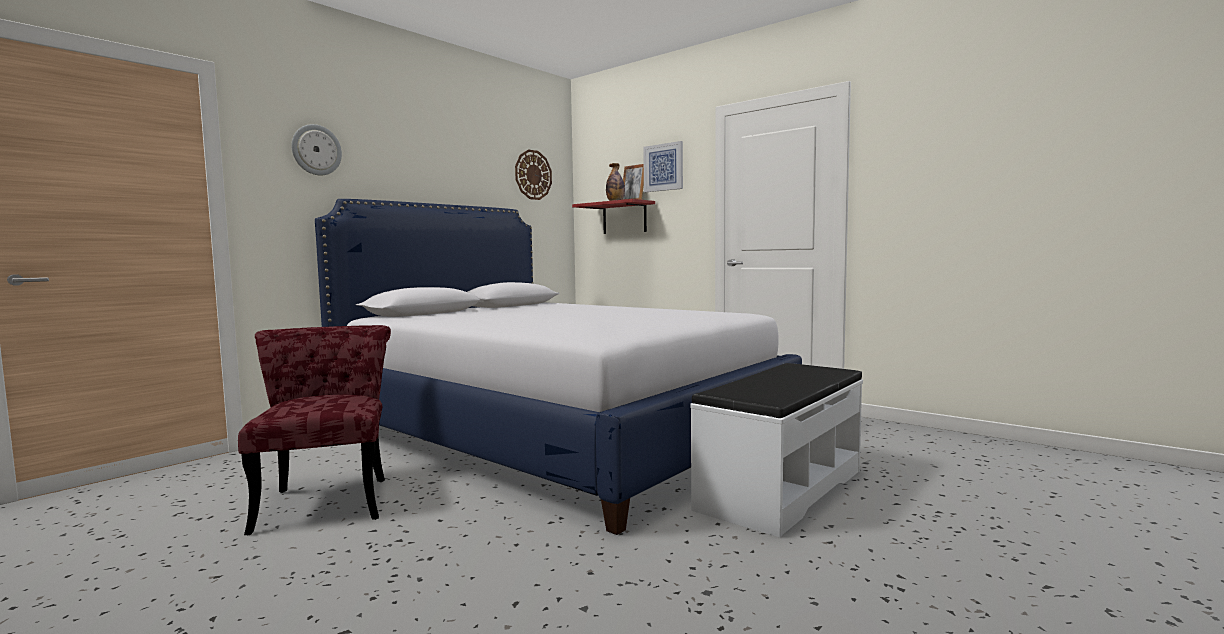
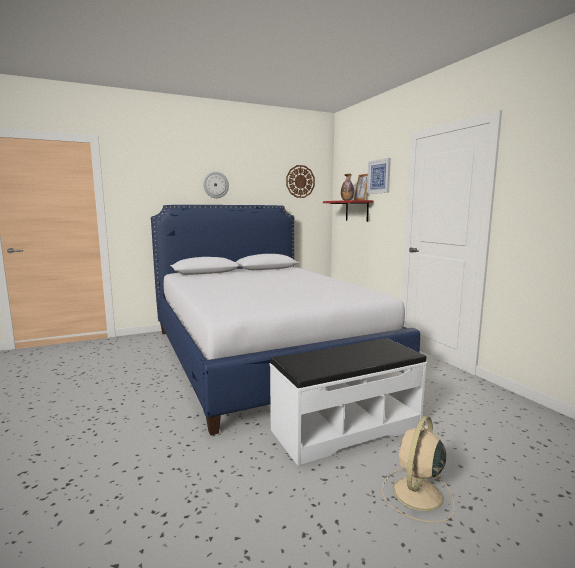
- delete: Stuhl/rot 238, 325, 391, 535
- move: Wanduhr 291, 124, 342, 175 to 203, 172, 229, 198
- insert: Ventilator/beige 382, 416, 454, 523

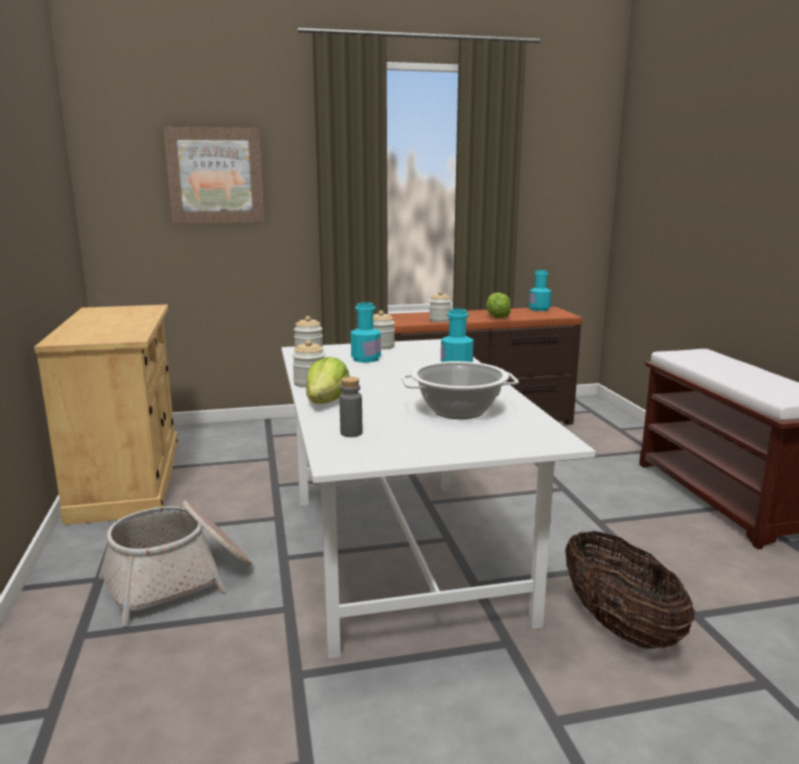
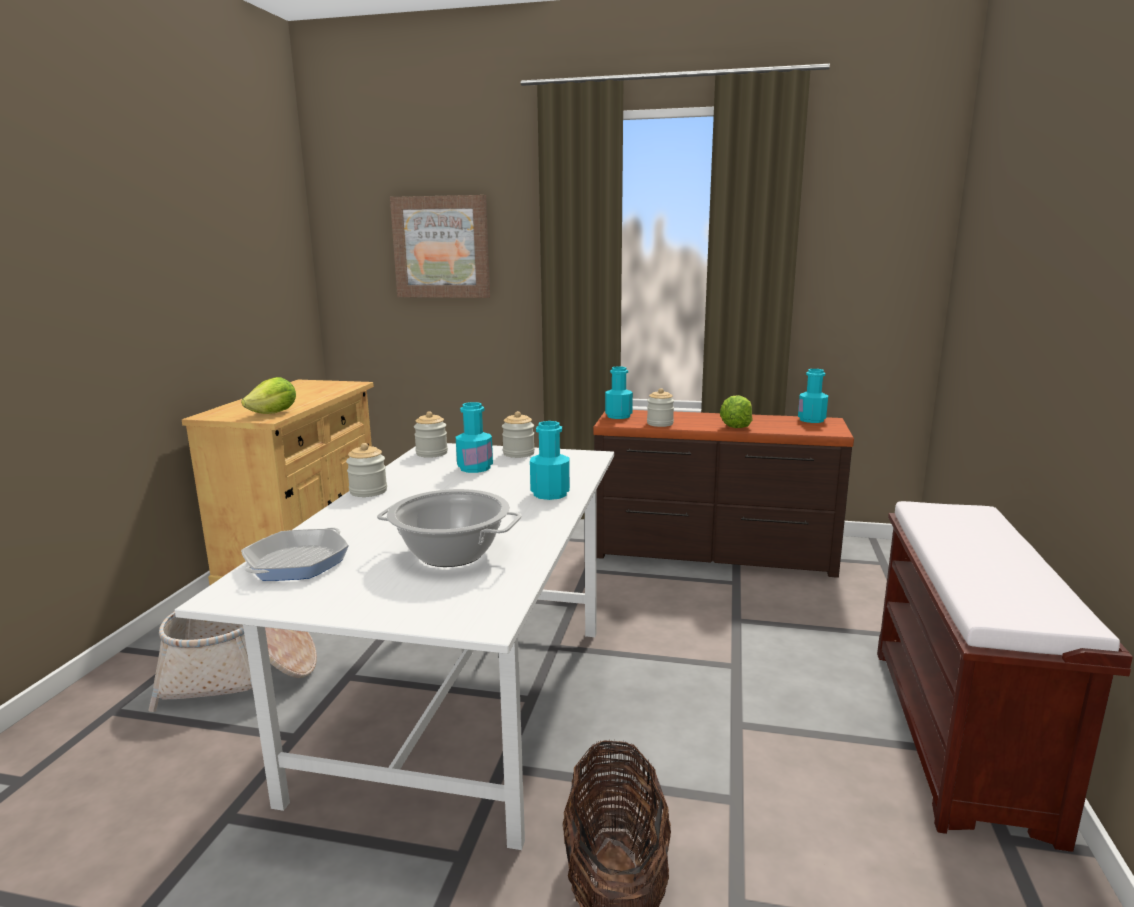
- move: Salatkopf 306, 357, 350, 404 to 241, 377, 296, 414
- replace: Flasche/grau 340, 377, 362, 437 to Pfanne 241, 527, 349, 581
- insert: Flasche/türkis 605, 366, 633, 419

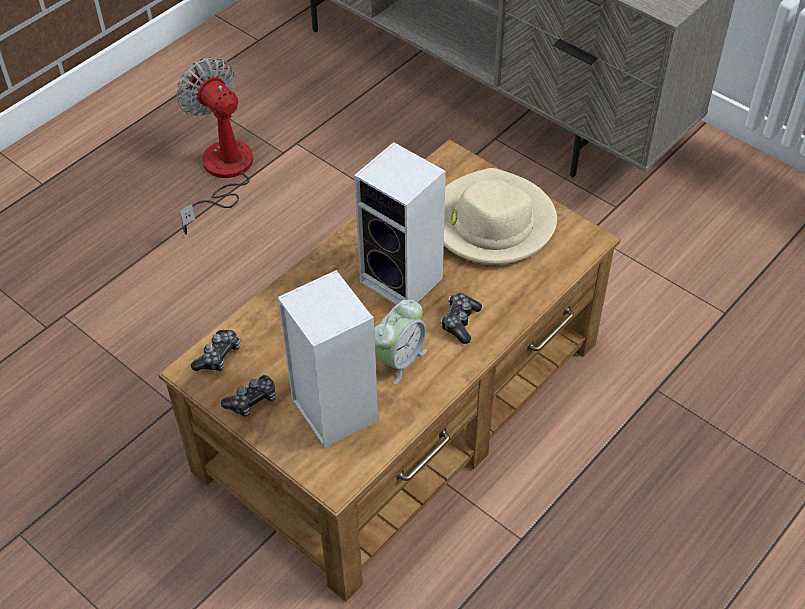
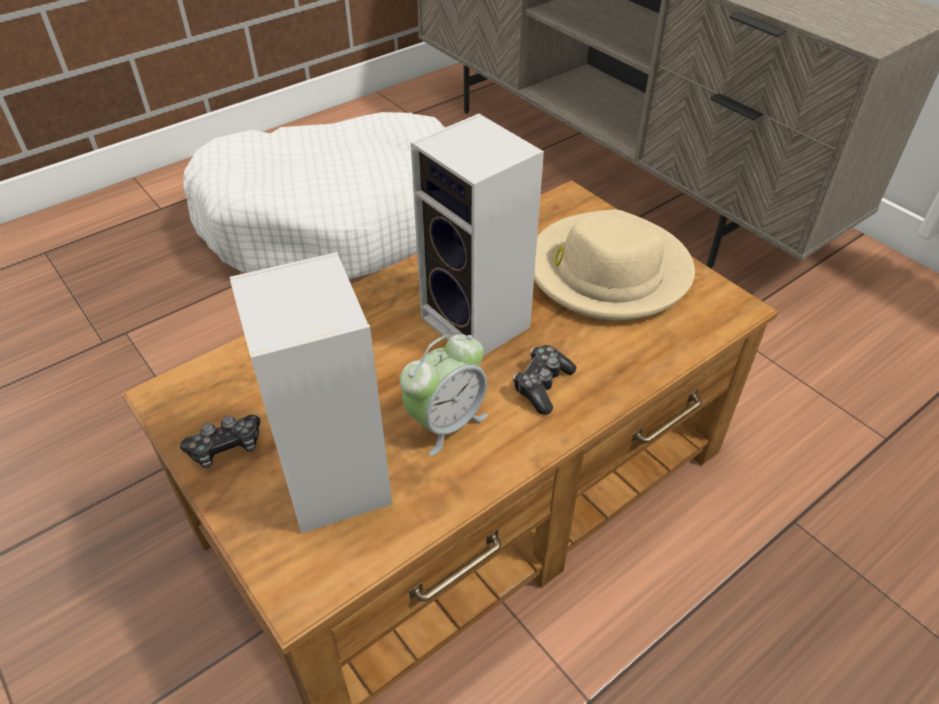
- replace: Ventilator 177, 57, 253, 235 to Hundebett/weiß 183, 112, 446, 279
- delete: Gamepad 191, 330, 240, 371

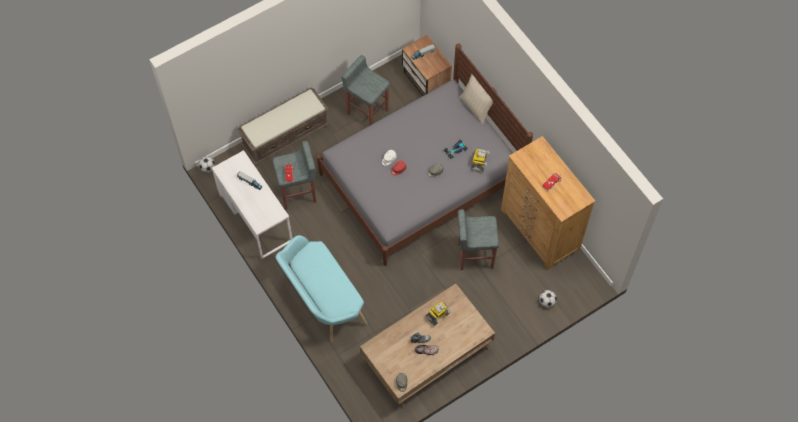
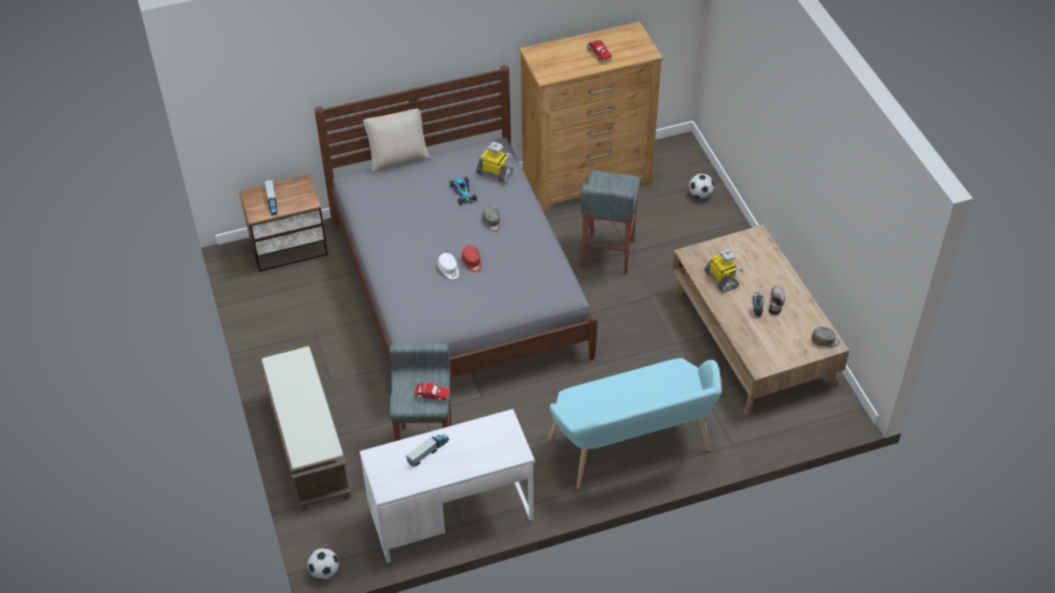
- delete: Hocker/grau 342, 55, 390, 125

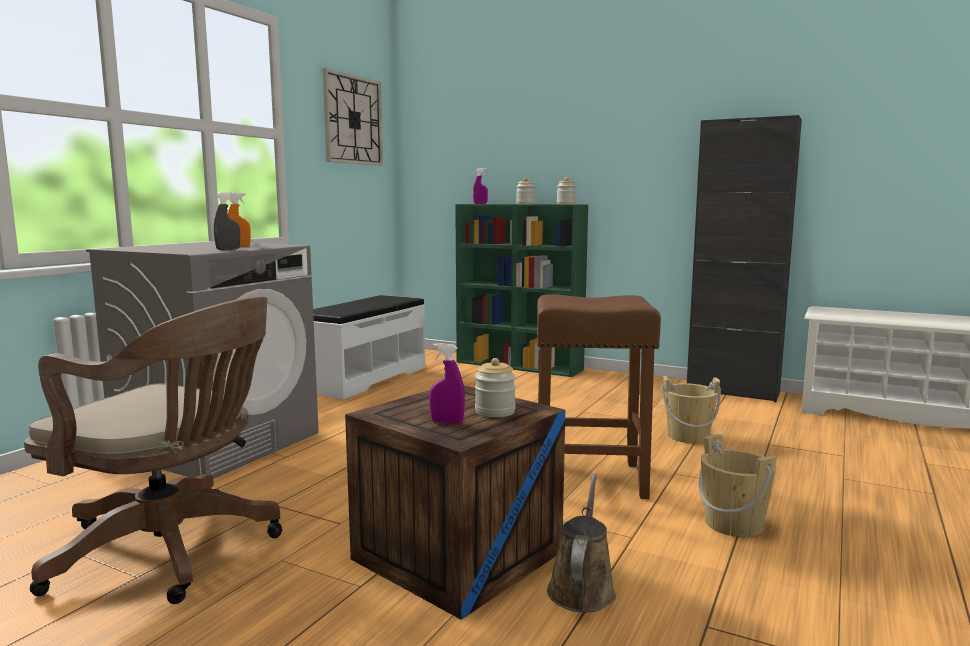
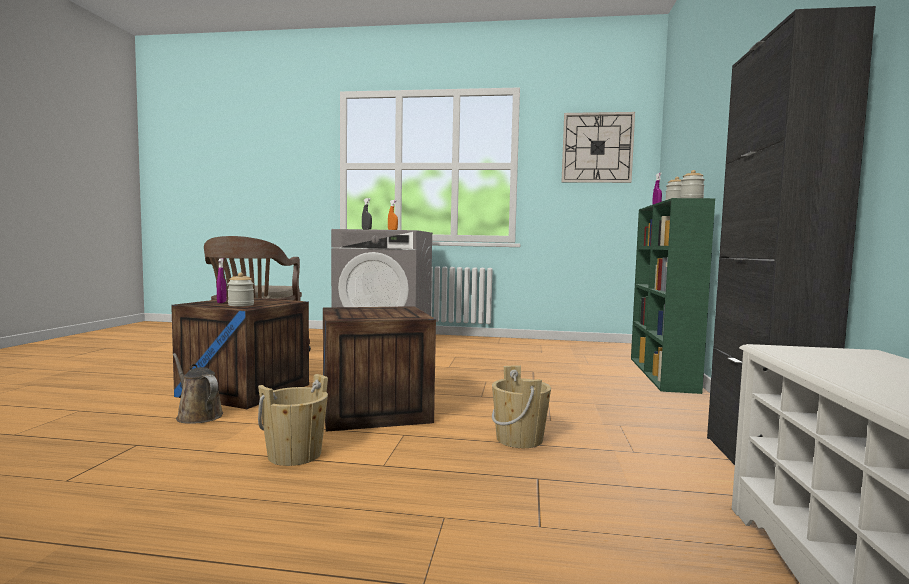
- delete: Bank/weiß 313, 295, 425, 400
- replace: Hocker/braun 537, 295, 661, 499 to Kiste 323, 306, 436, 432
- rotate: Gießkanne/braun 547, 473, 616, 613 = 173, 353, 223, 424 135 degrees counterclockwise

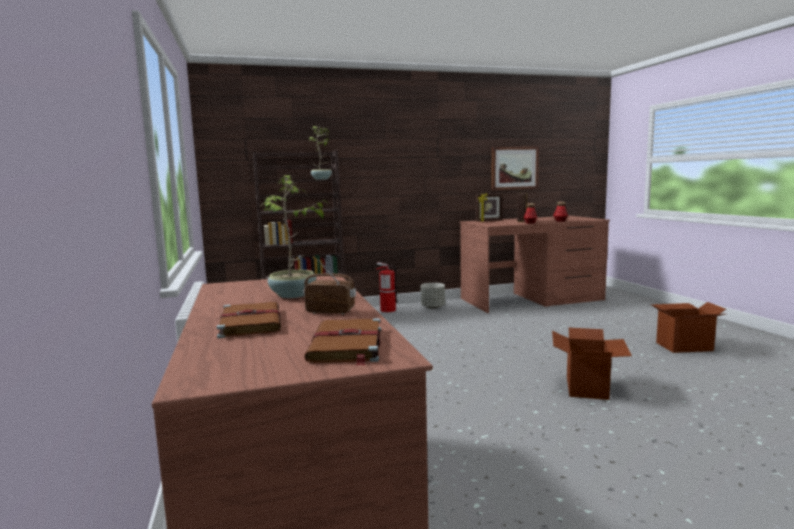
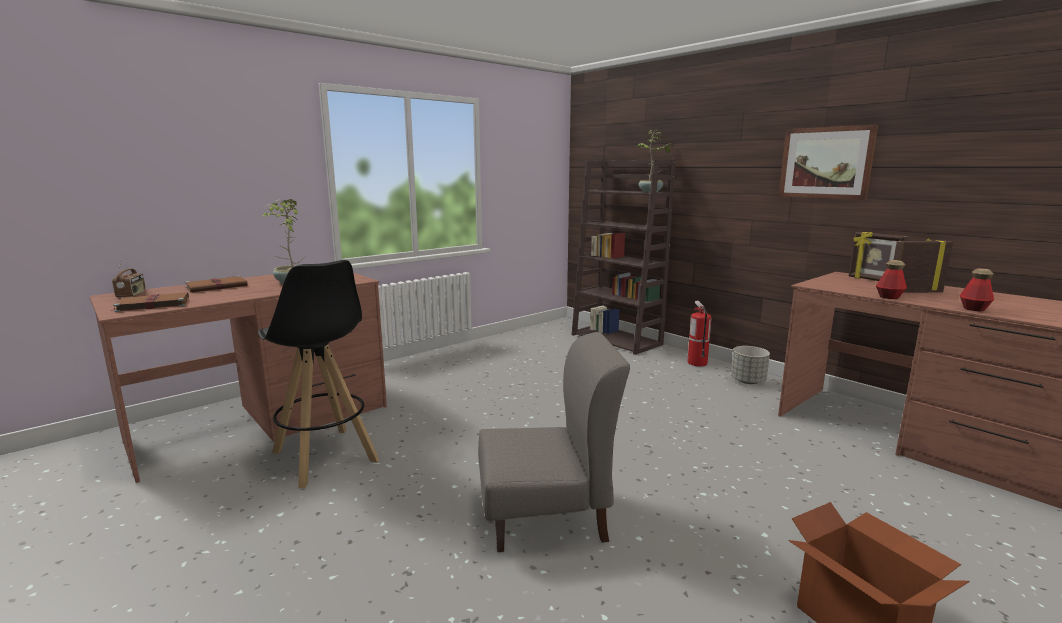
- move: Radio 303, 259, 356, 314 to 112, 258, 146, 298
- move: Bild 491, 147, 539, 190 to 779, 125, 878, 200
- replace: Karton 552, 328, 632, 400 to Stuhl/grau 478, 332, 630, 552
- insert: Hocker/schwarz 258, 260, 379, 488

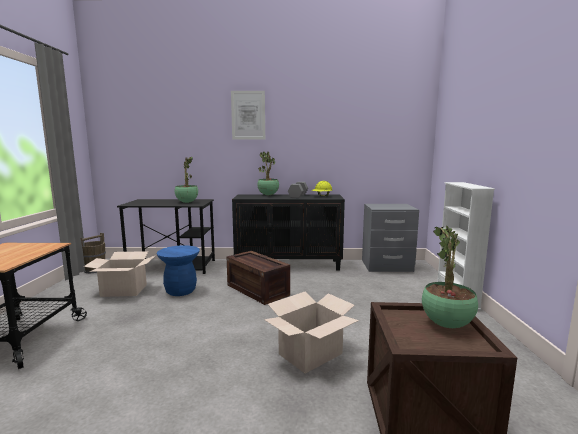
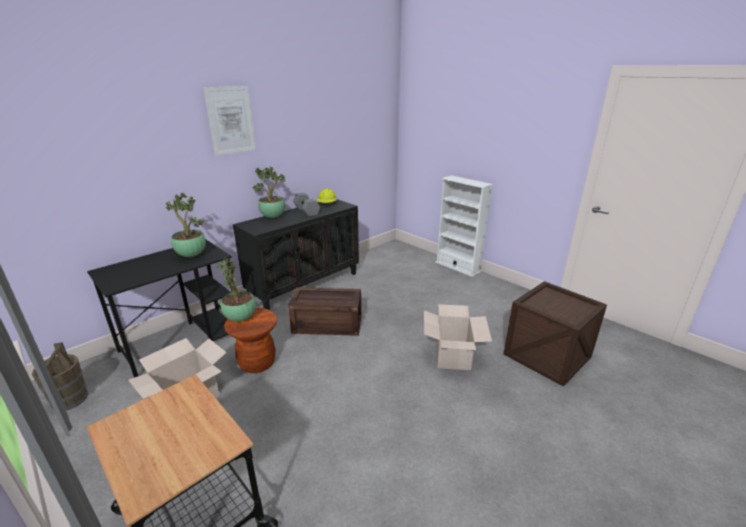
- recolor: Hocker/blau 157, 245, 200, 296 to Hocker/braun 224, 308, 277, 373
- delete: Nachttisch/grau 362, 204, 419, 272
- move: Topfpflanze 422, 225, 478, 328 to 217, 258, 256, 322

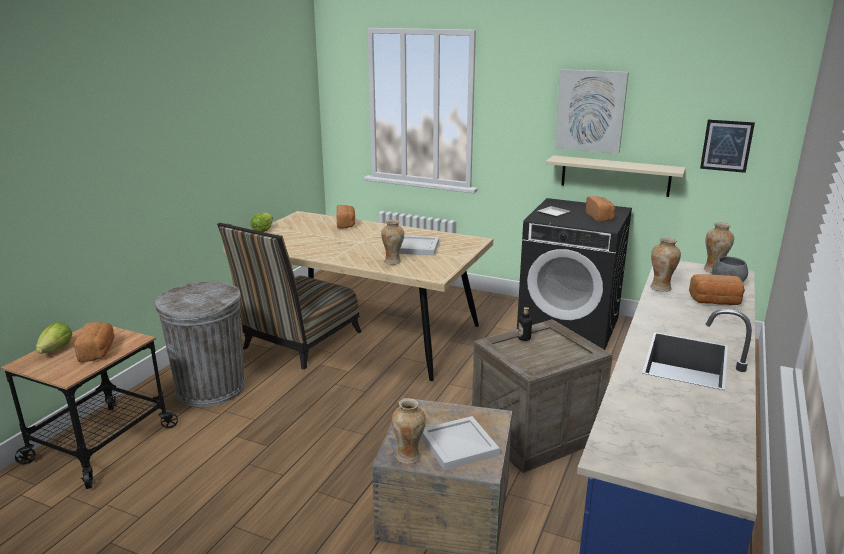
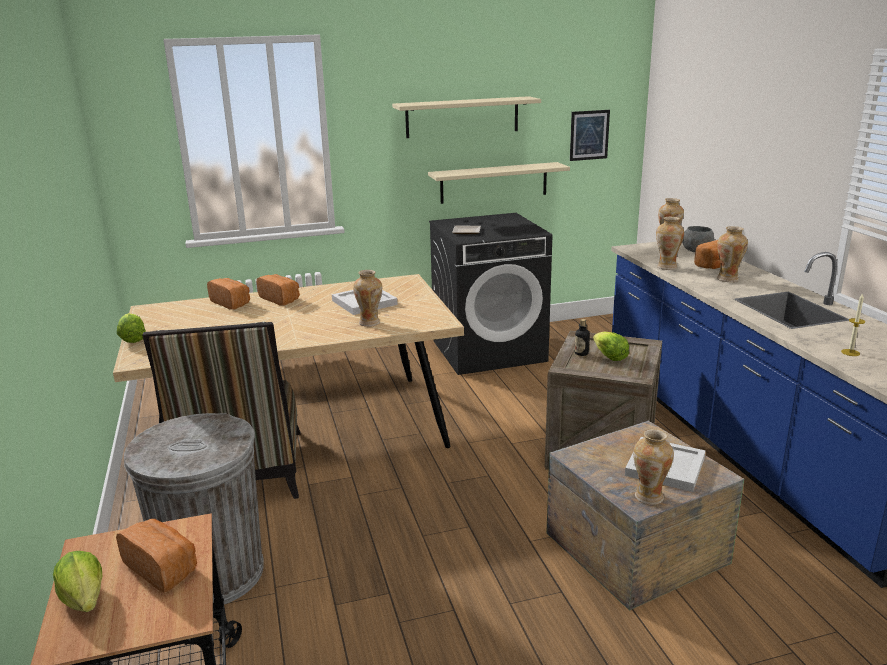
- replace: Bild 554, 69, 629, 154 to Wandregal/beige 392, 96, 541, 138
- move: Brot 586, 196, 616, 222 to 256, 274, 300, 305
- insert: Salatkopf 593, 332, 629, 361
- insert: Vase 717, 226, 748, 282
- insert: Kerze 841, 293, 865, 356

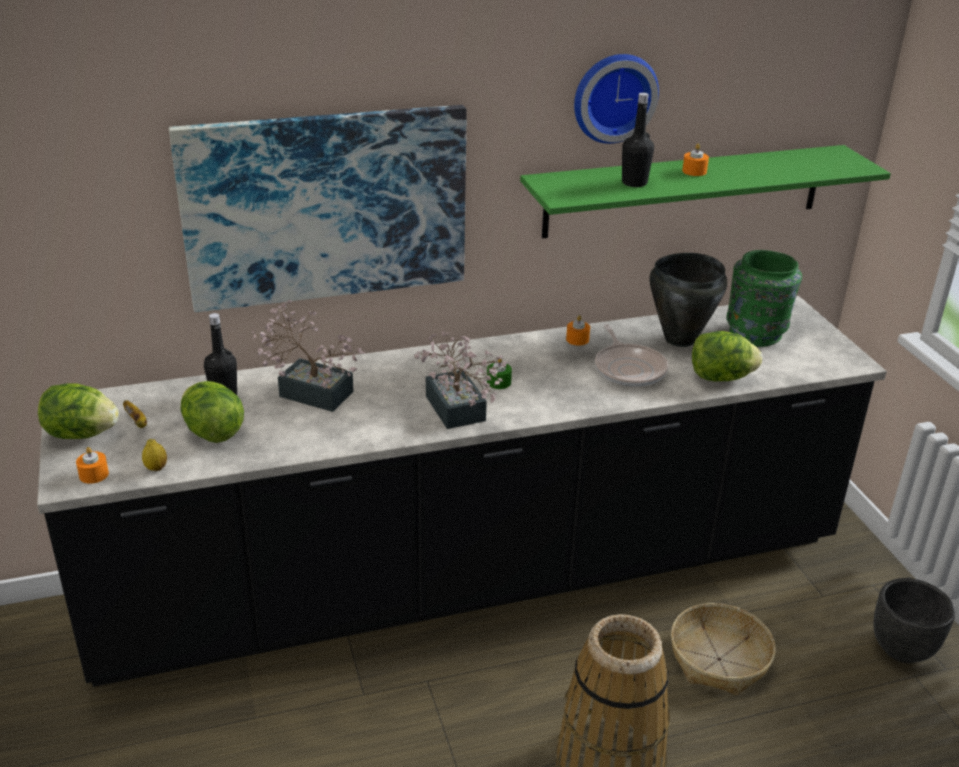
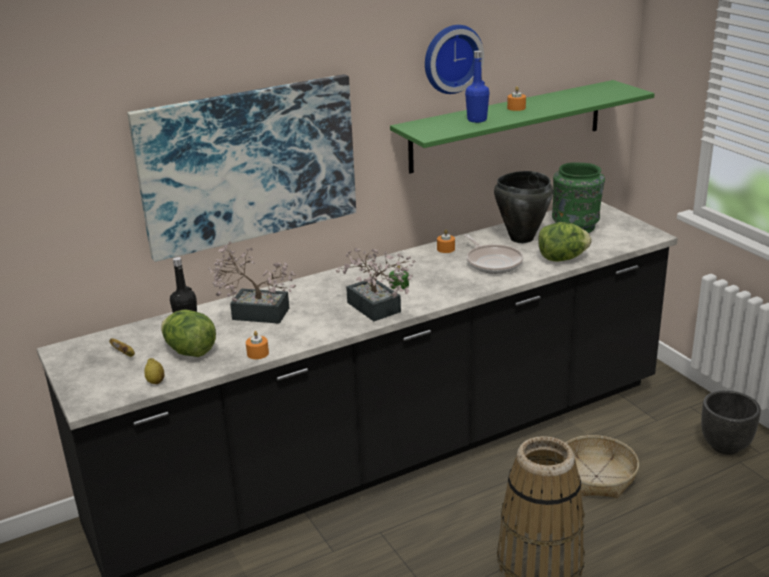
- delete: Salatkopf 38, 383, 119, 439
- move: Kerze/orange 76, 447, 109, 484 to 246, 331, 269, 359
- recolor: Flasche/schwarz 622, 93, 654, 187 to Flasche/blau 465, 50, 489, 123

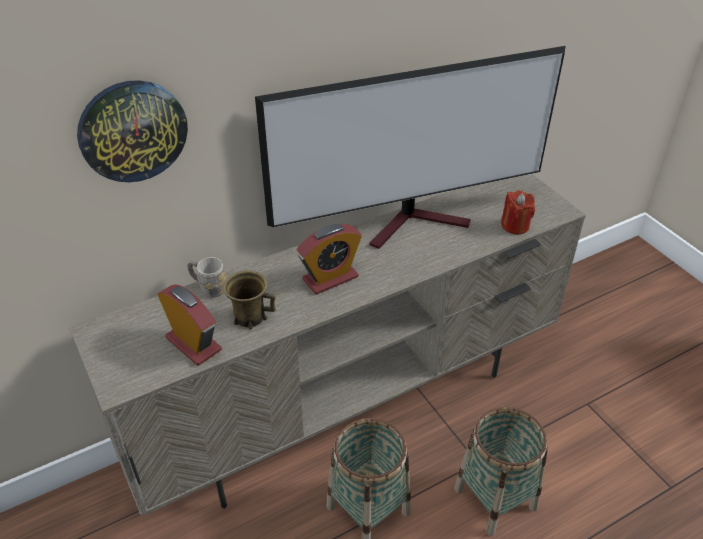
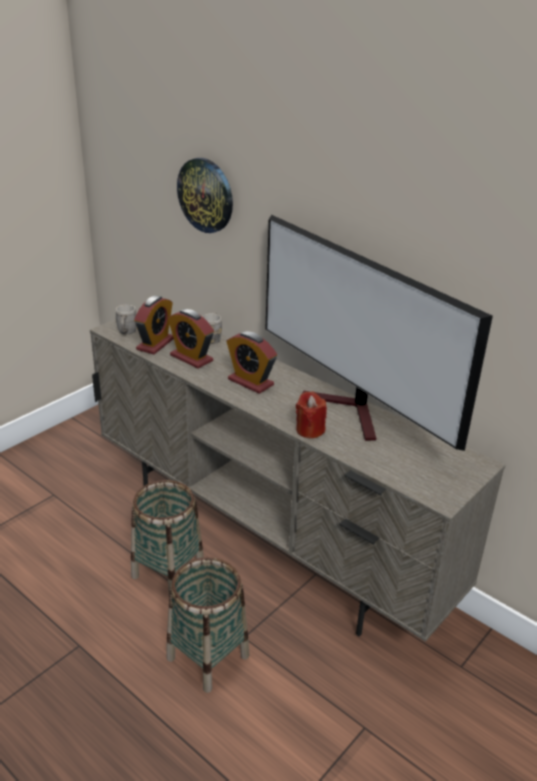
- replace: Henkelbecher/braun 223, 271, 276, 329 to Wecker 168, 309, 214, 369
- move: Kerze/rot 501, 190, 535, 234 to 296, 392, 327, 438
- insert: Henkelbecher/grau 116, 304, 136, 334

